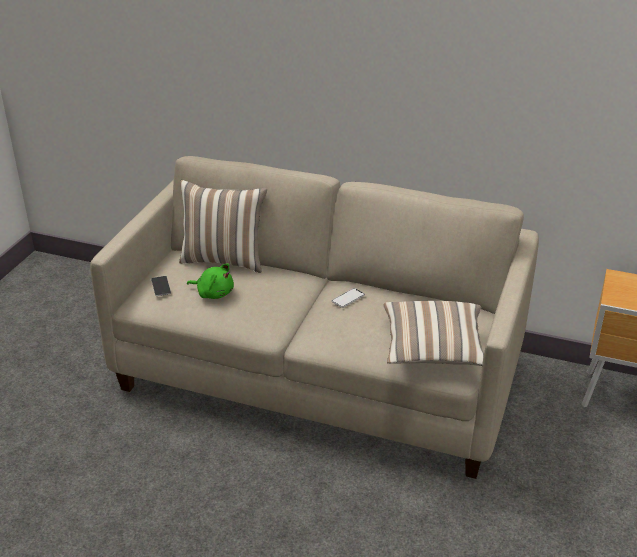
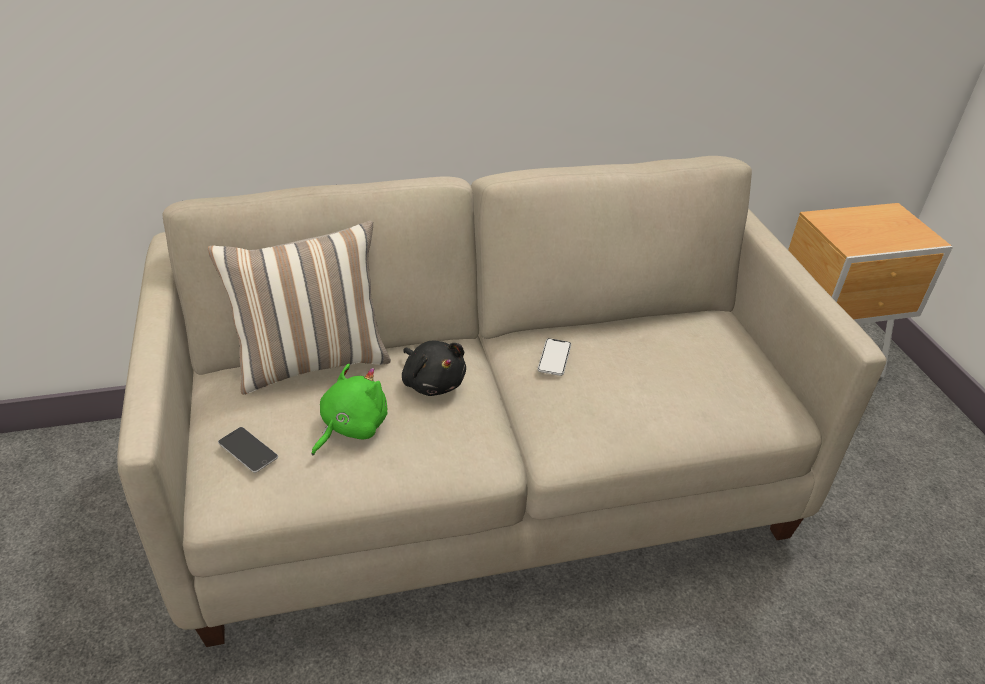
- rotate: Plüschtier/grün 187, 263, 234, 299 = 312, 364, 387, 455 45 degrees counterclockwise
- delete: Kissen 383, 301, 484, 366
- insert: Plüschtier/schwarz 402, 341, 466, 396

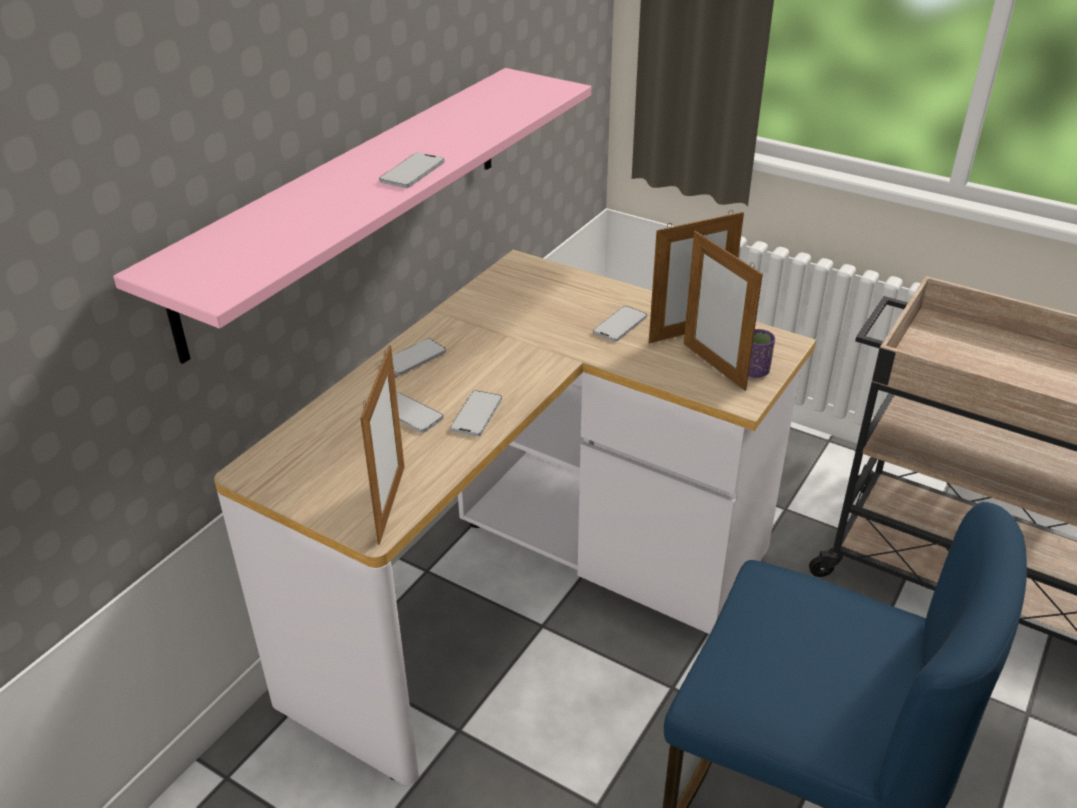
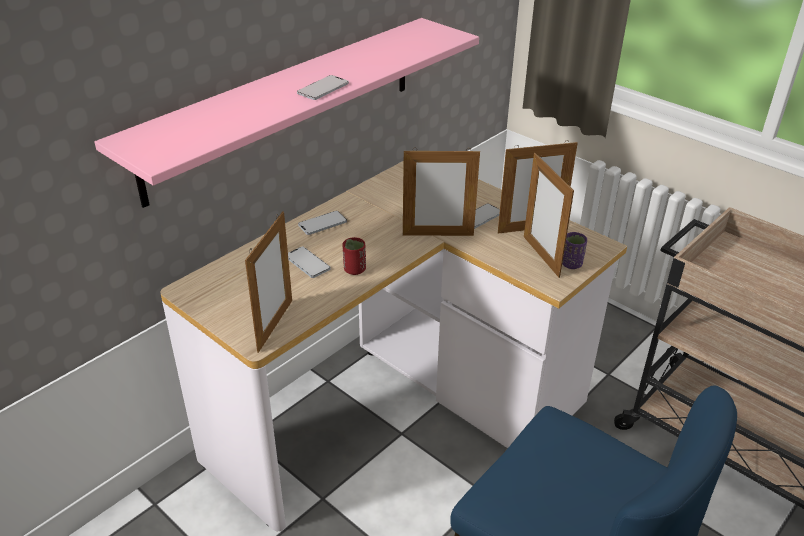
- replace: Handy 450, 390, 502, 436 to Tasse/rot 343, 237, 366, 275
- insert: Bilderrahmen 403, 148, 480, 236

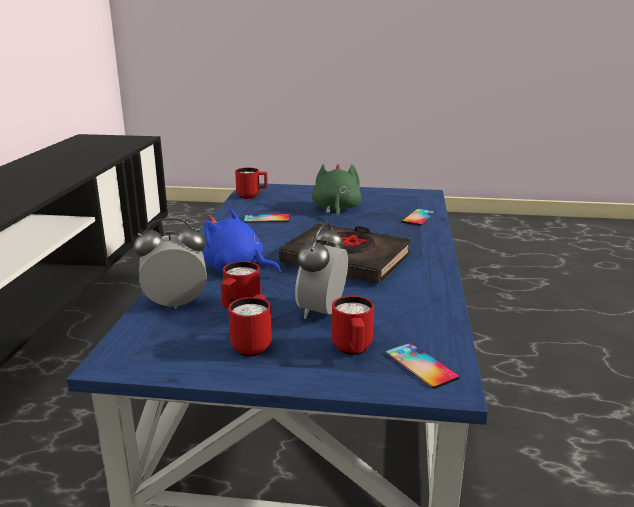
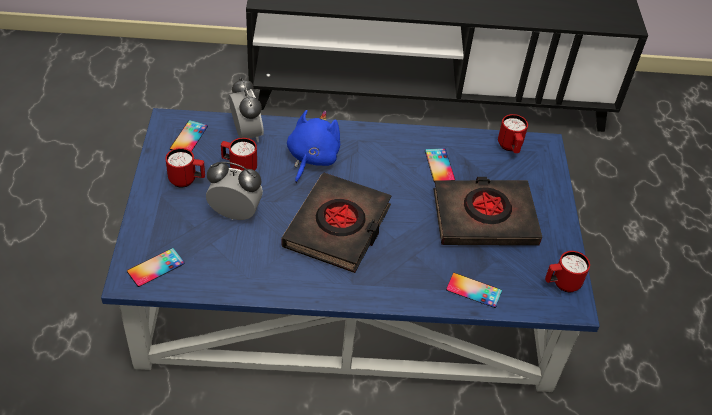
- replace: Plüschtier/grün 312, 164, 362, 218 to Buch/schwarz 433, 177, 542, 246
- move: Henkelbecher/rot 332, 296, 374, 355 to 545, 251, 590, 292
- insert: Handy 170, 120, 208, 152

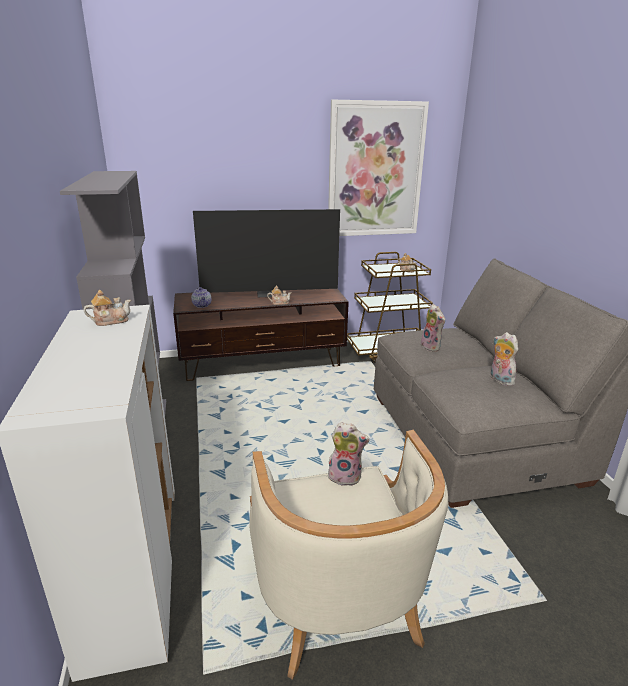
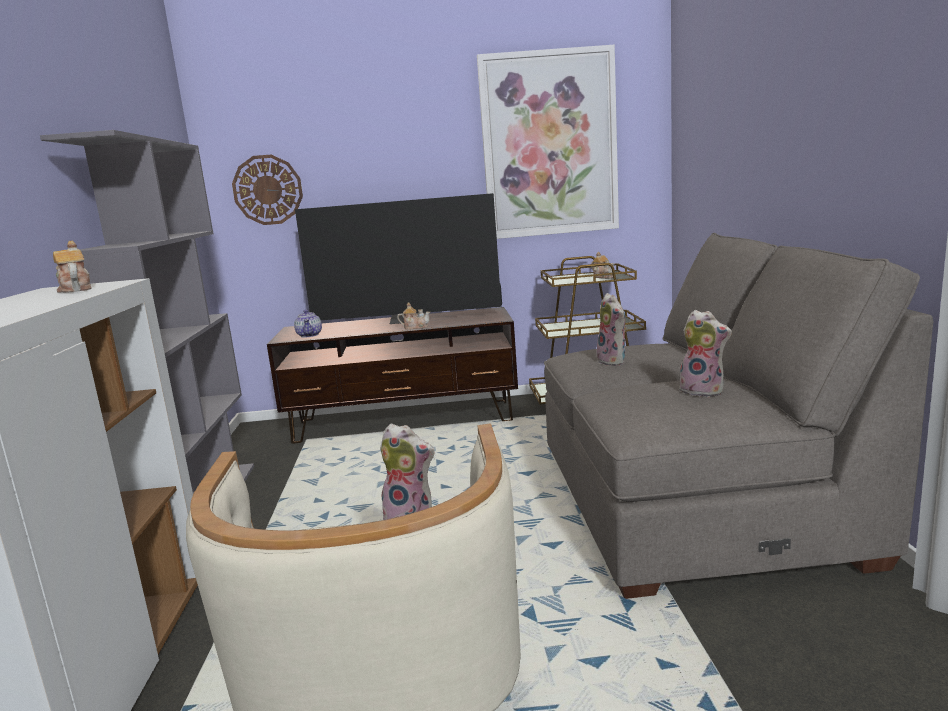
- rotate: Teekanne 84, 290, 131, 326 = 53, 241, 92, 293 105 degrees counterclockwise
- rotate: Plüschtier 491, 332, 518, 386 = 679, 310, 732, 397 150 degrees clockwise
- insert: Wanduhr 232, 154, 303, 225

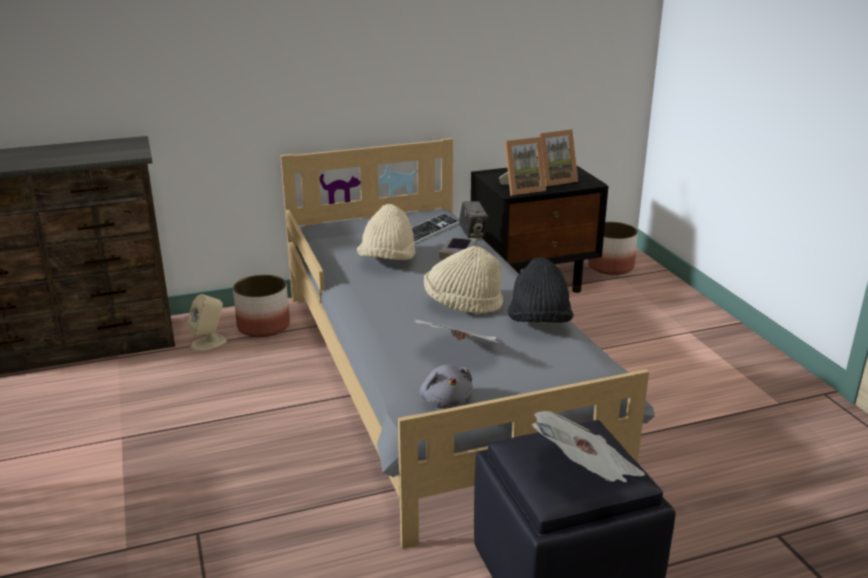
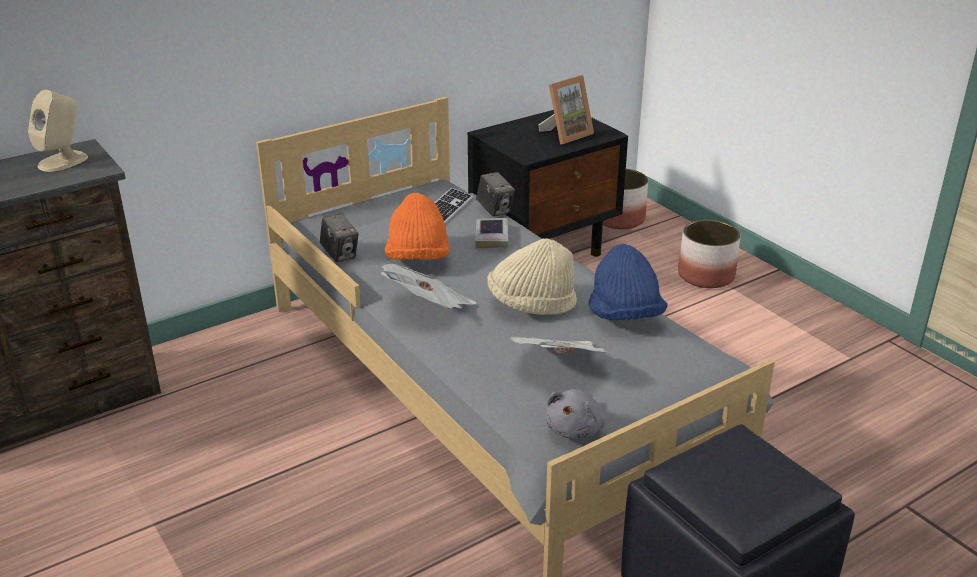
- move: Lautsprecher/beige 187, 294, 227, 351 to 28, 90, 88, 172
- move: Pflanzkübel 233, 275, 290, 337 to 678, 220, 741, 288
- recolor: Hut/beige 357, 204, 415, 260 to Hut/orange 385, 193, 449, 260
- rotate: Plüschtier/grau 420, 364, 473, 409 = 545, 389, 606, 439 60 degrees clockwise
- delete: Bilderrahmen 499, 137, 546, 195
- recolor: Hut/schwarz 508, 257, 574, 323 to Hut/blau 588, 244, 667, 321
- move: Zeitung 532, 411, 645, 482 to 380, 264, 476, 309
- insert: Kamera 320, 213, 359, 262

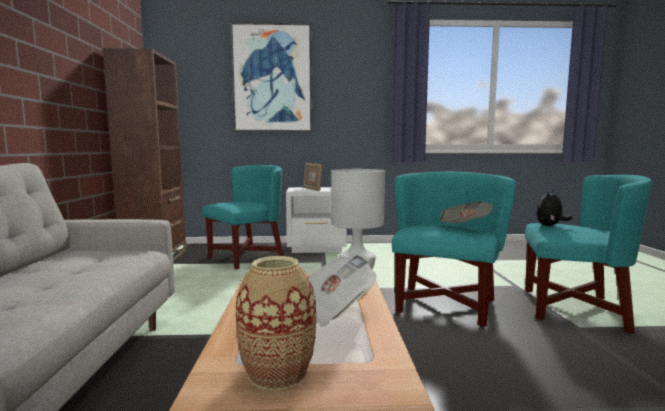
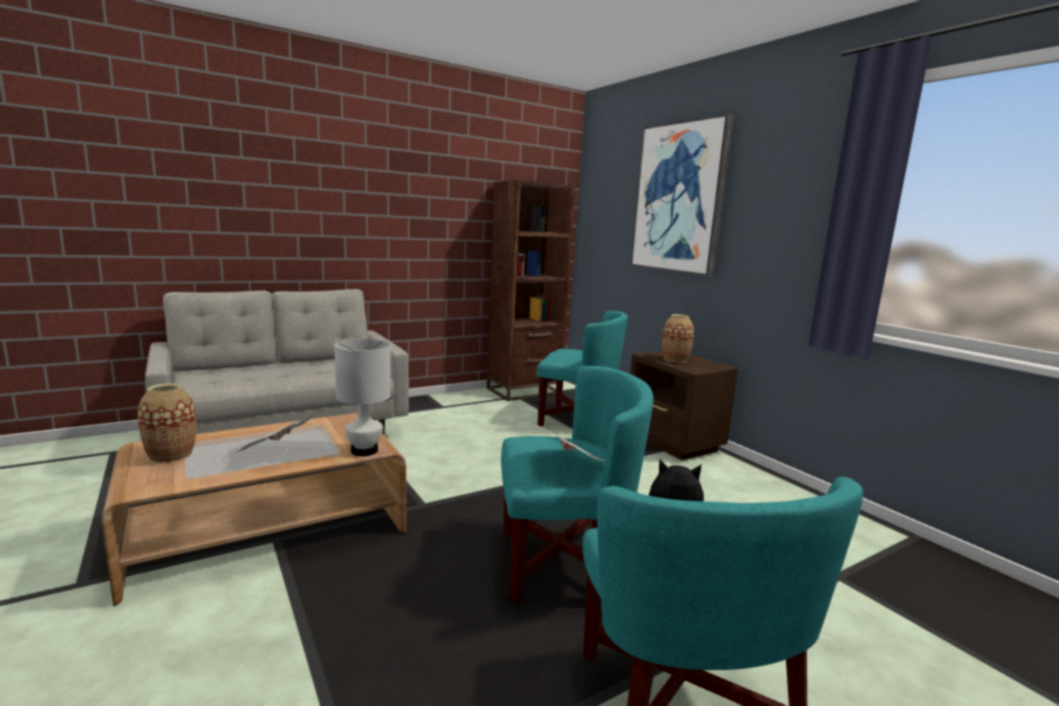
- recolor: Nachttisch/weiß 286, 187, 347, 253 to Nachttisch/braun 630, 351, 738, 460
- replace: Bilderrahmen 303, 163, 323, 191 to Vase 662, 314, 694, 363

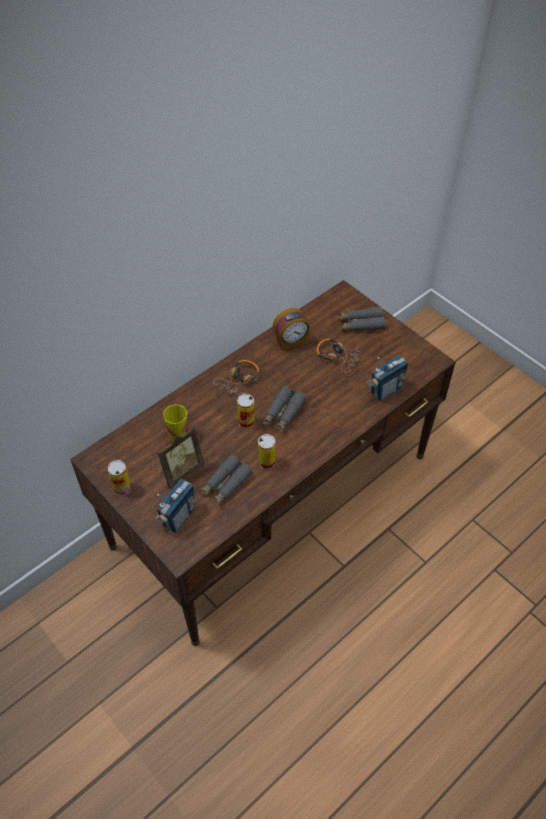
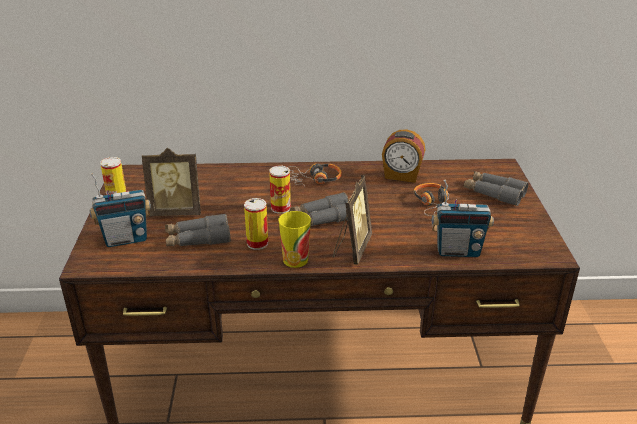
- move: Tasse 163, 405, 188, 442 to 278, 211, 311, 268
- insert: Bilderrahmen 333, 175, 372, 265

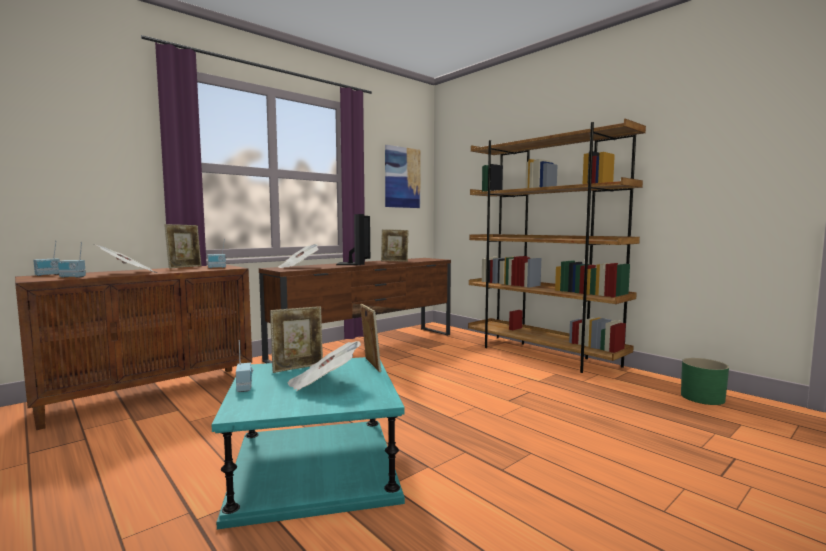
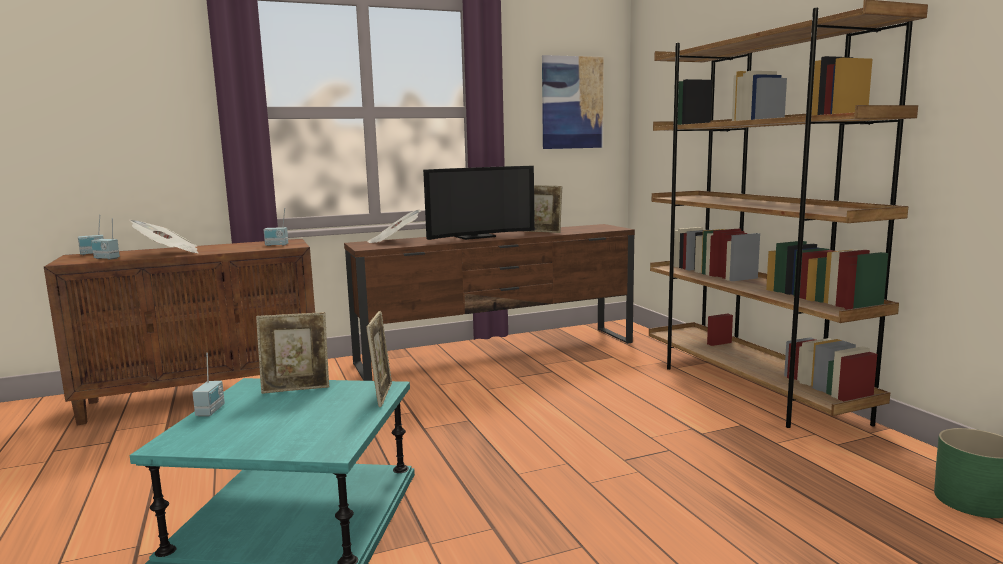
- delete: Bilderrahmen 164, 224, 202, 269
- delete: Zeitung 288, 341, 361, 391
- rotate: Fernseher 336, 214, 370, 265 = 423, 166, 535, 240 45 degrees clockwise

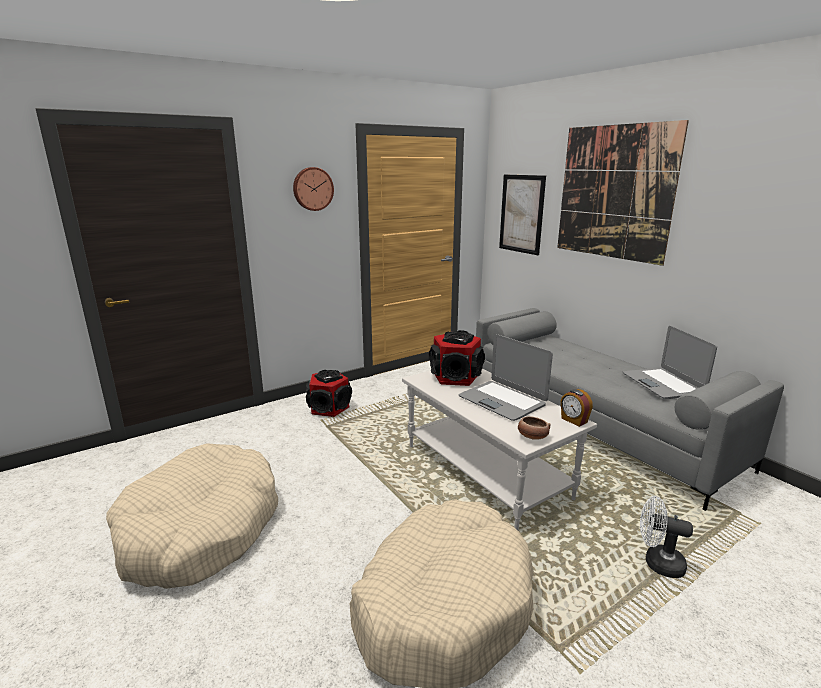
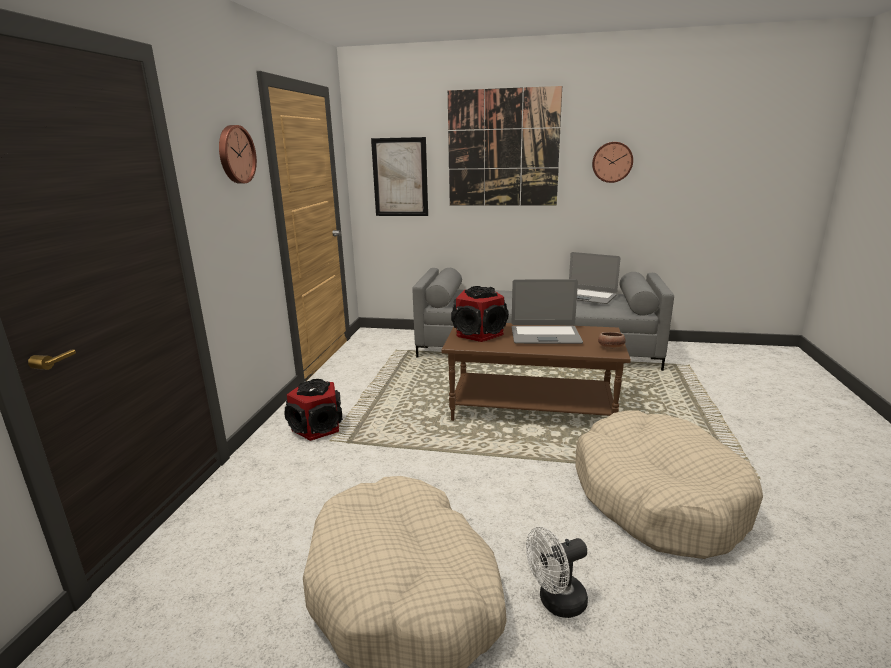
- recolor: Couchtisch/weiß 402, 369, 597, 530 to Couchtisch/braun 441, 323, 631, 421
- delete: Wecker 561, 389, 593, 427
- move: Ventilator/weiß 640, 496, 693, 578 to 526, 527, 588, 618
- insert: Wanduhr 592, 142, 633, 183

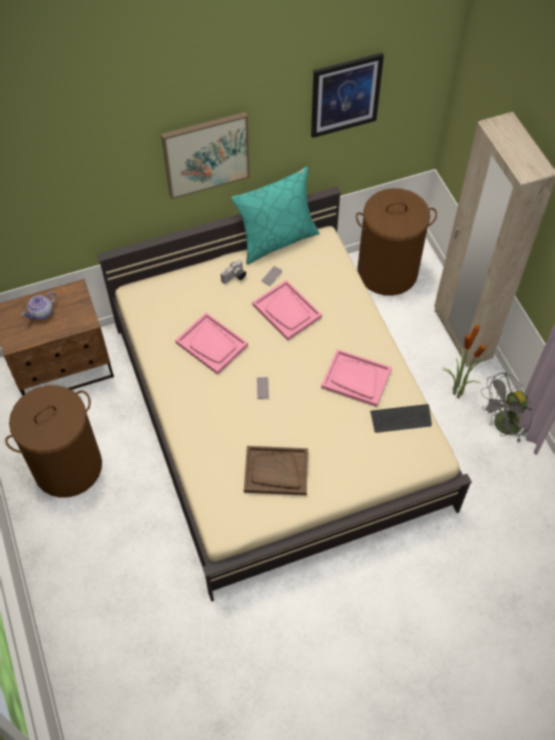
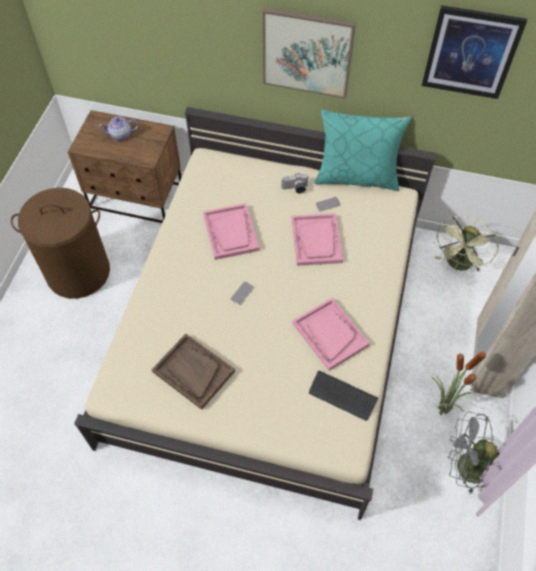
- replace: Wäschekorb/braun 356, 188, 437, 296 to Ventilator/grün 434, 216, 499, 272

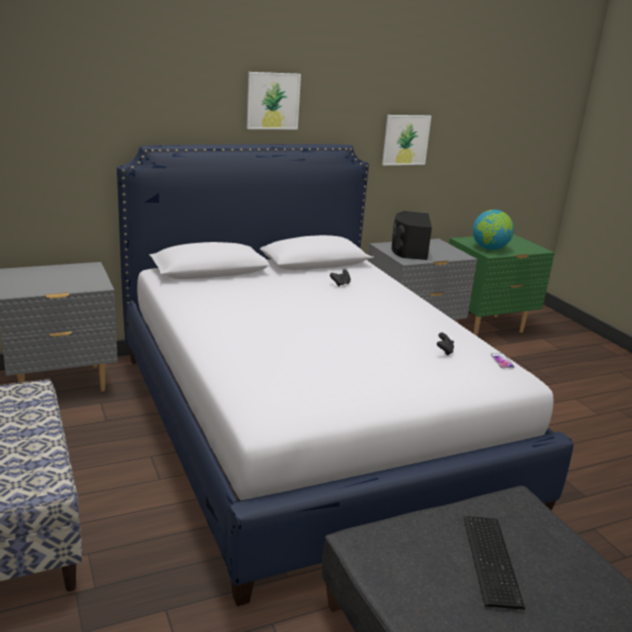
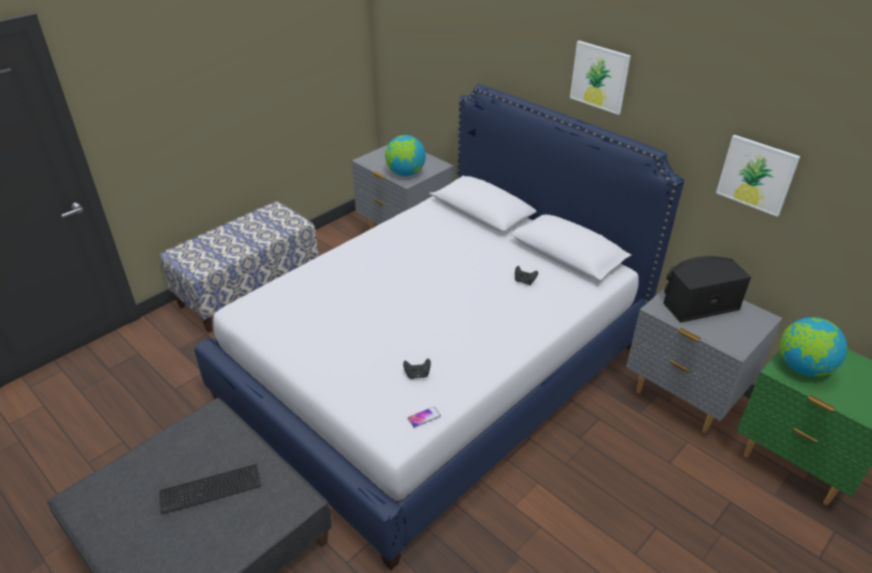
- insert: Globus 385, 135, 426, 176

